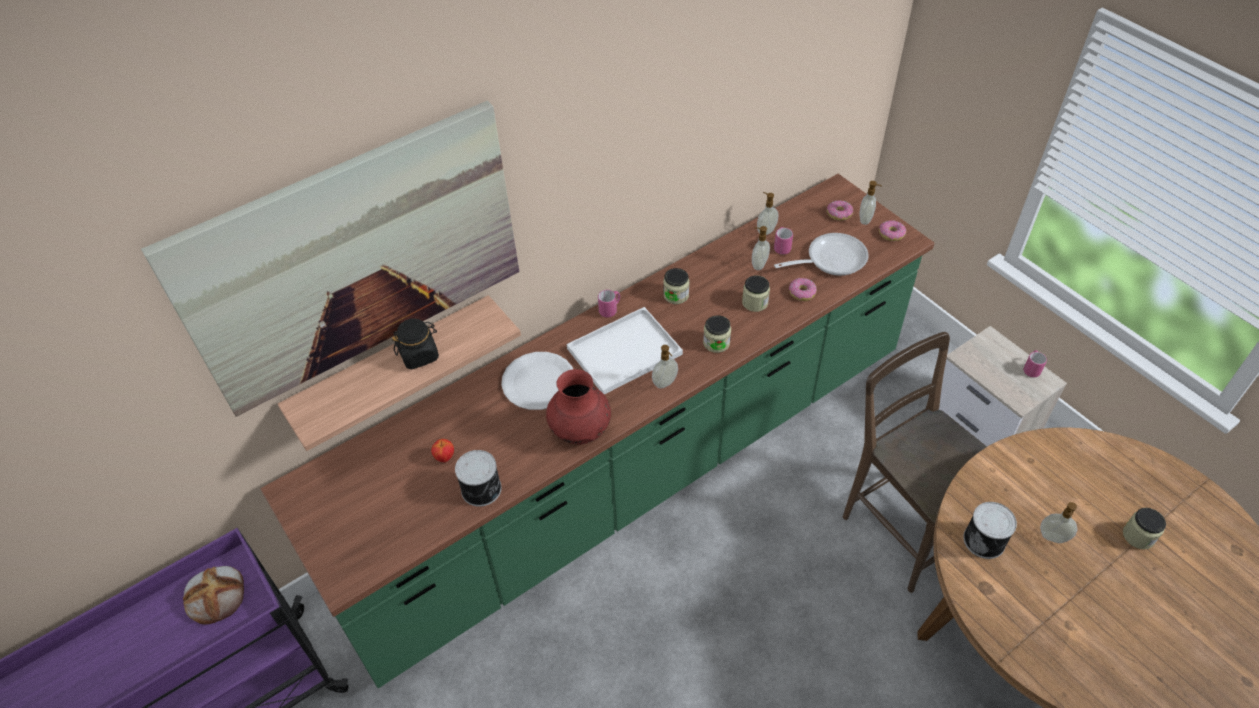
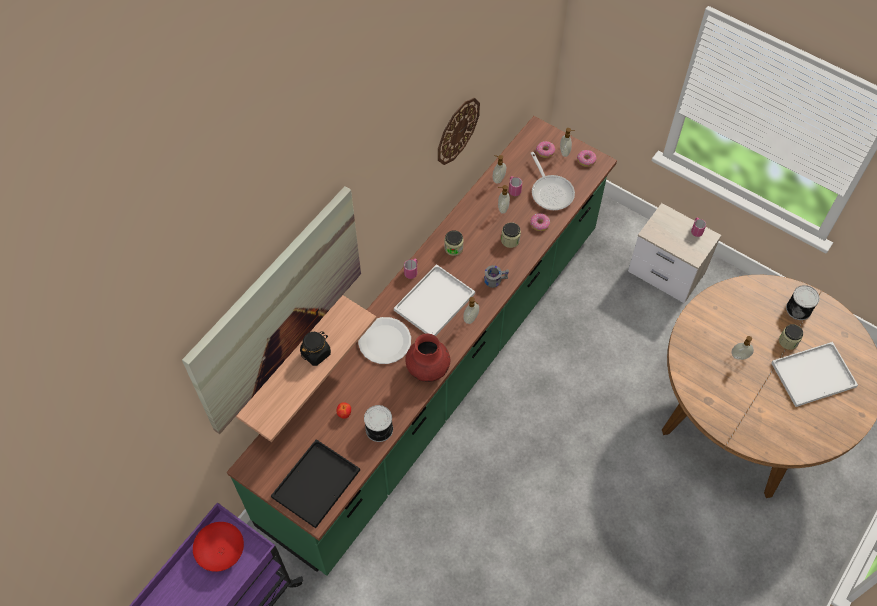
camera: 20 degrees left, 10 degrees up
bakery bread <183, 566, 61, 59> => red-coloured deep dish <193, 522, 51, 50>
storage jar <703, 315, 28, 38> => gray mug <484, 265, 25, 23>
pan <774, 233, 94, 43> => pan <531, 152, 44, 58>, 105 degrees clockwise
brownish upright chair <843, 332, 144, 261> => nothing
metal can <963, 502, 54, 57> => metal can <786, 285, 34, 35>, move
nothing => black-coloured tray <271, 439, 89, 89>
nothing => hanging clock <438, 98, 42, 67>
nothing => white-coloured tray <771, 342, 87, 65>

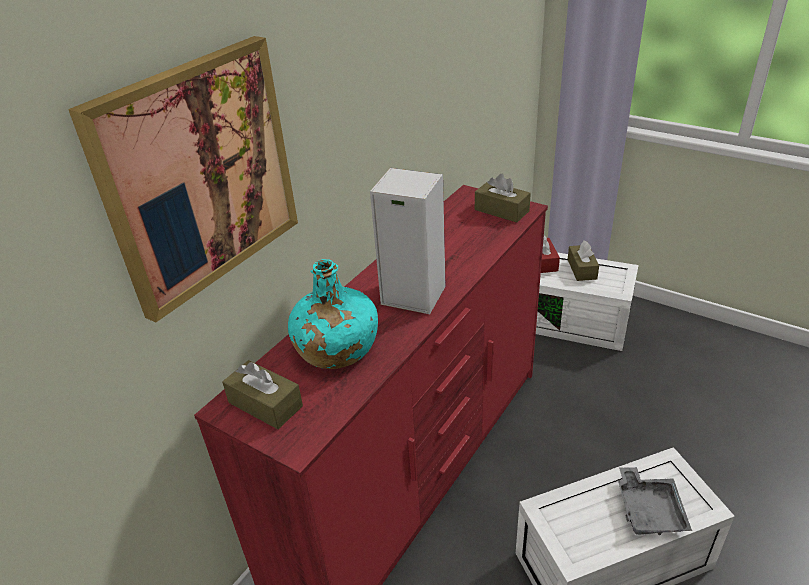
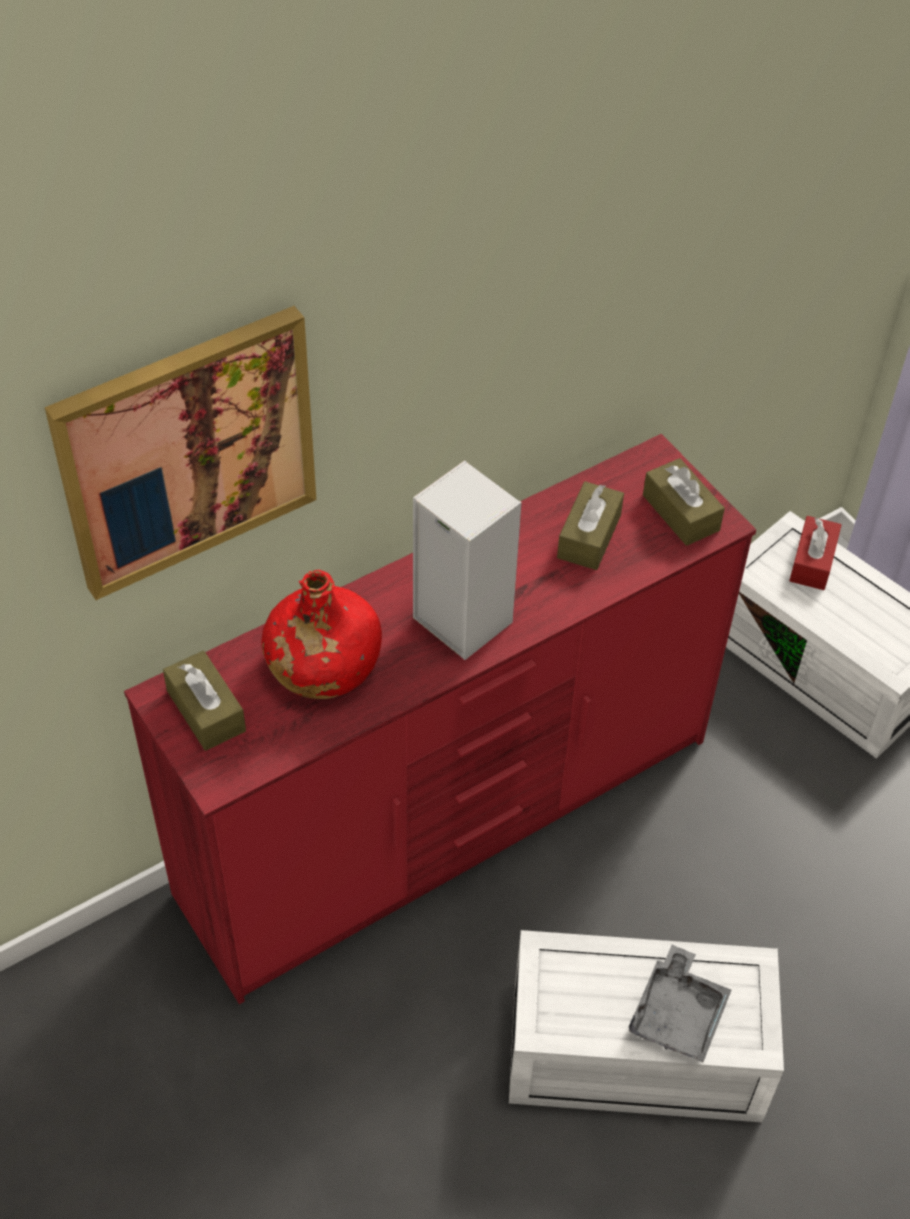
camera: 20 degrees right, 15 degrees up
turquoise bottle <288, 259, 90, 110> => red-coloured bottle <261, 570, 121, 129>
brownish tissue box <568, 240, 31, 41> => brownish tissue box <557, 481, 67, 89>, move

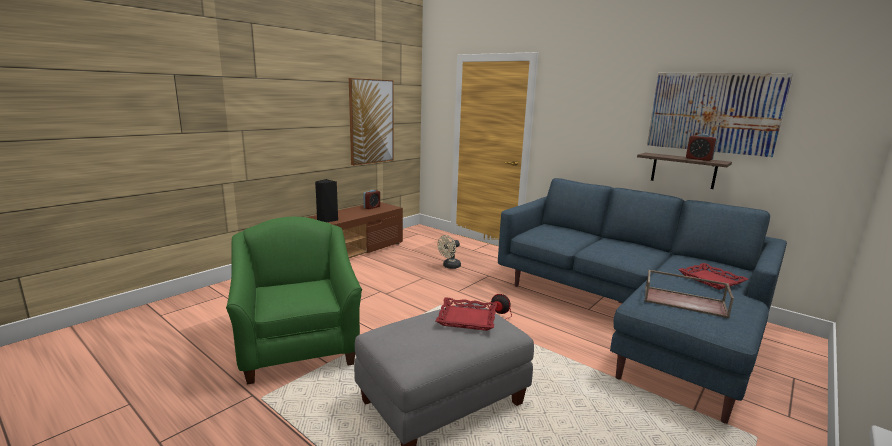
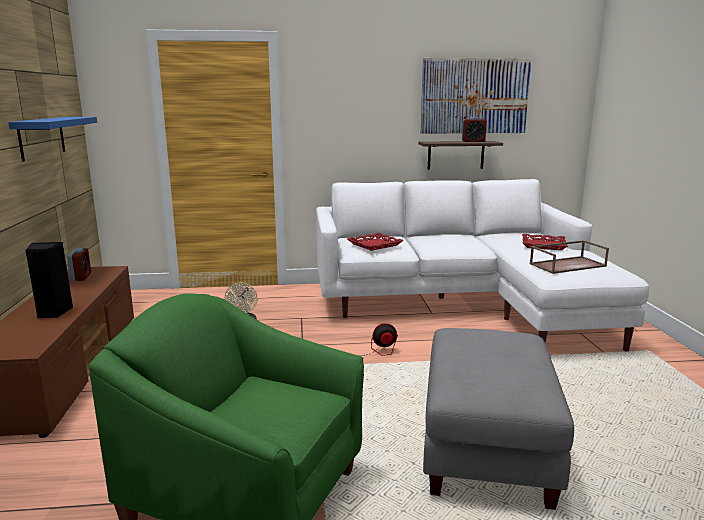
camera: 45 degrees left, 0 degrees up
wall art <349, 78, 44, 88> => blue shelf <8, 117, 89, 45>
red-coloured tray <436, 297, 61, 34> => red-coloured tray <347, 233, 57, 18>, move
blue settee <498, 178, 289, 246> => white-coloured settee <316, 179, 333, 173>

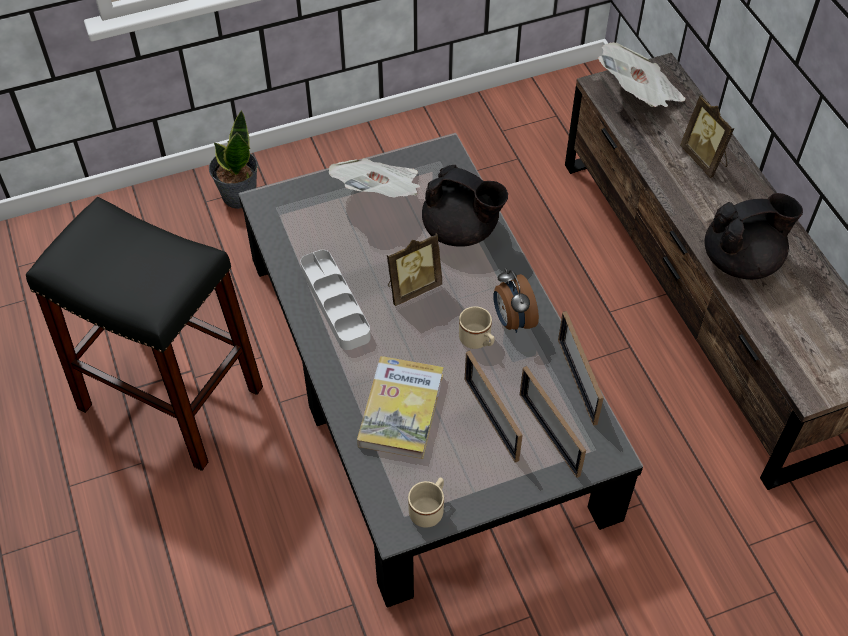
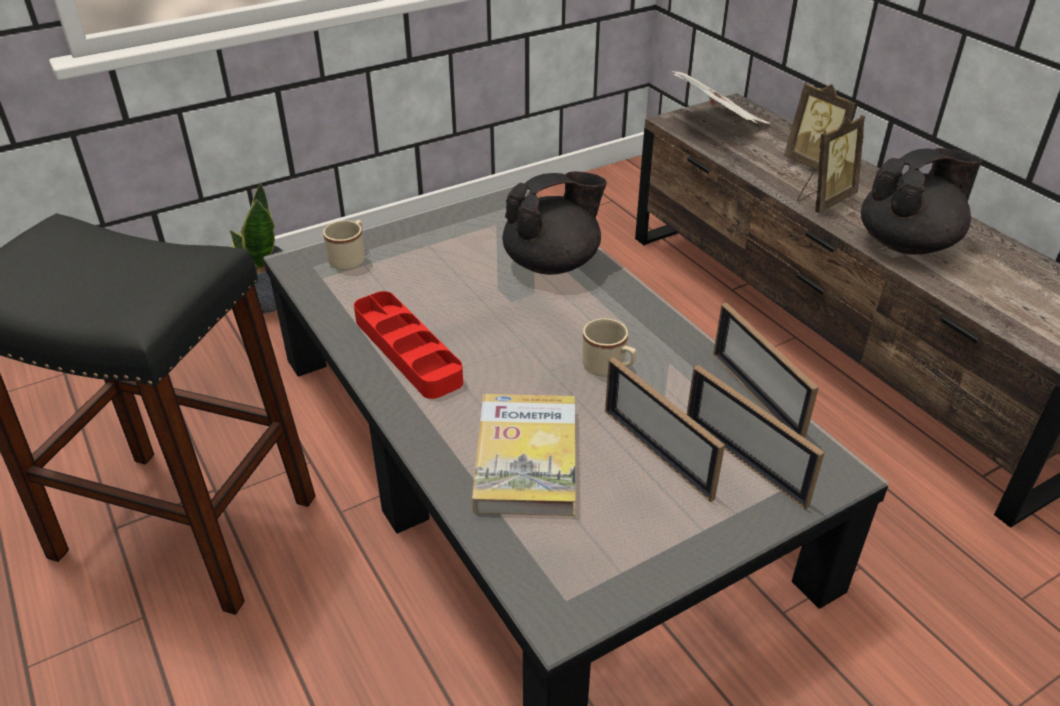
camera: 10 degrees left, 15 degrees down
gray tray <300, 250, 71, 100> => red-coloured tray <354, 291, 109, 108>
newspaper <329, 158, 91, 39> => nothing
picture frame <387, 233, 55, 73> => picture frame <797, 115, 68, 98>, move
beige mug <408, 478, 36, 50> => beige mug <323, 220, 42, 50>, move
black-coloured tea pot <422, 165, 86, 82> => black-coloured tea pot <502, 171, 105, 104>, 45 degrees counterclockwise
alarm clock <493, 268, 46, 65> => nothing

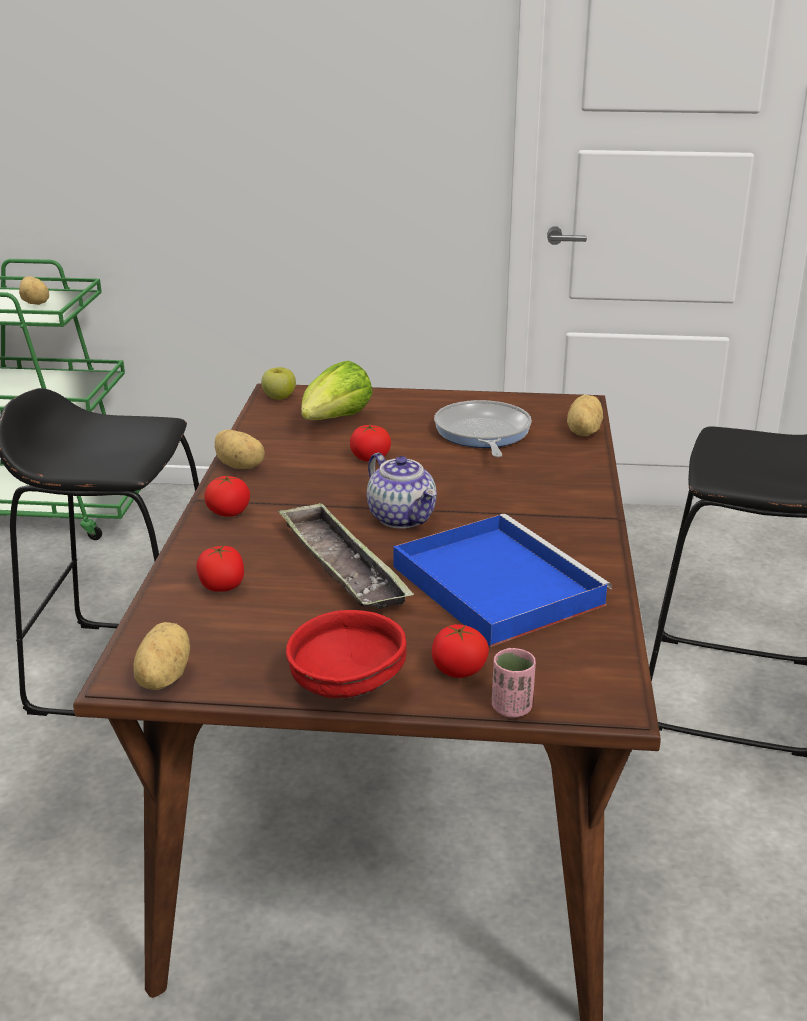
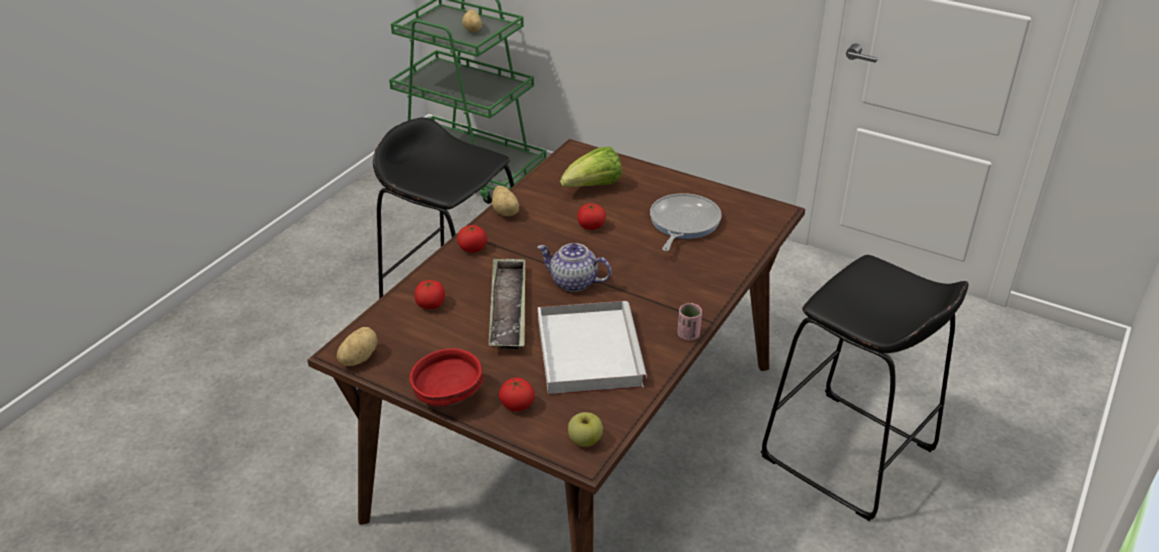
camera: 25 degrees right, 10 degrees up
whole apple <261, 367, 35, 33> => whole apple <568, 412, 35, 35>, move
tea pot <367, 453, 70, 76> => tea pot <537, 243, 74, 49>, 120 degrees clockwise
blue tray <393, 514, 219, 133> => white-coloured tray <538, 301, 109, 94>
pinkish cup <492, 648, 44, 70> => pinkish cup <677, 303, 25, 38>, move
spud <567, 395, 36, 41> => nothing

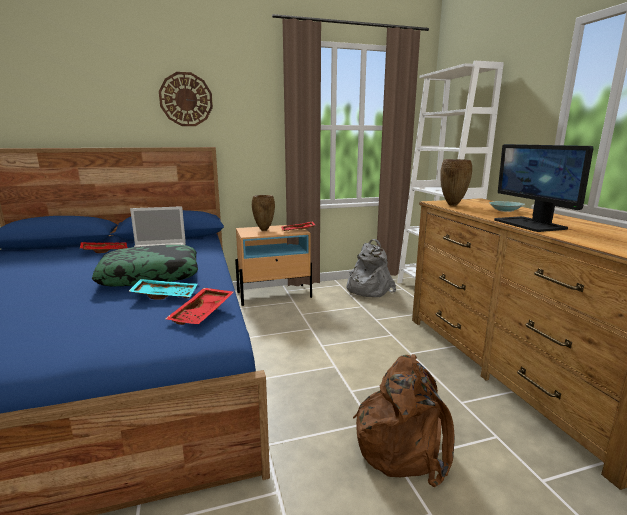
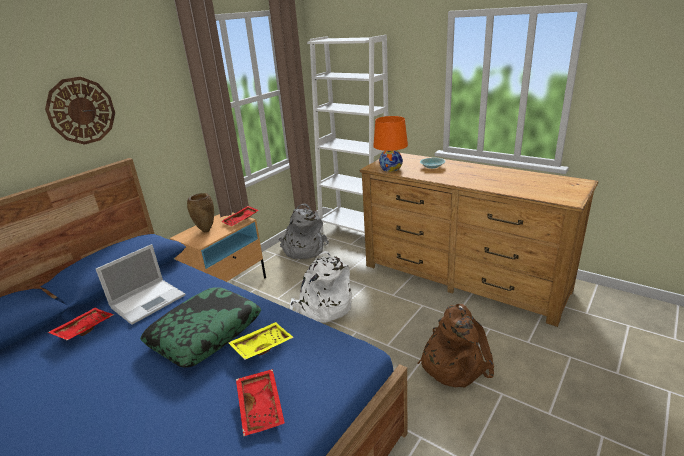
camera: 35 degrees left, 10 degrees up
turquoise tray <128, 279, 69, 21> => yellow-coloured tray <228, 322, 66, 38>
red-coloured tray <166, 288, 68, 37> => red-coloured tray <236, 369, 49, 67>, move
brownish decorative vase <440, 159, 32, 47> => orange table lamp <373, 116, 35, 56>
monitor <494, 144, 100, 88> => nothing
nothing => white-coloured backpack <290, 251, 62, 72>

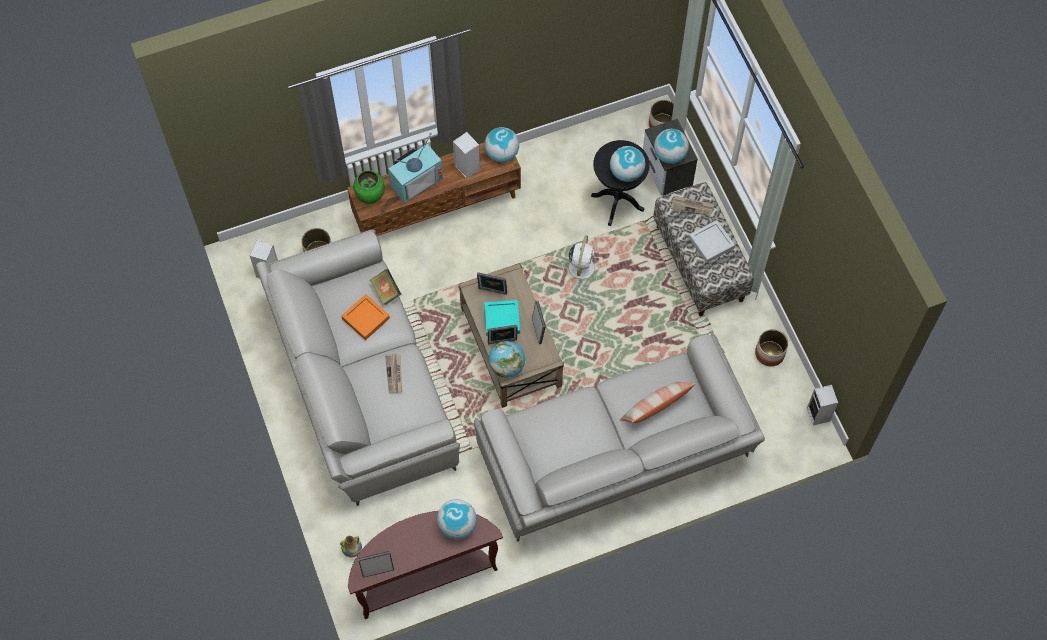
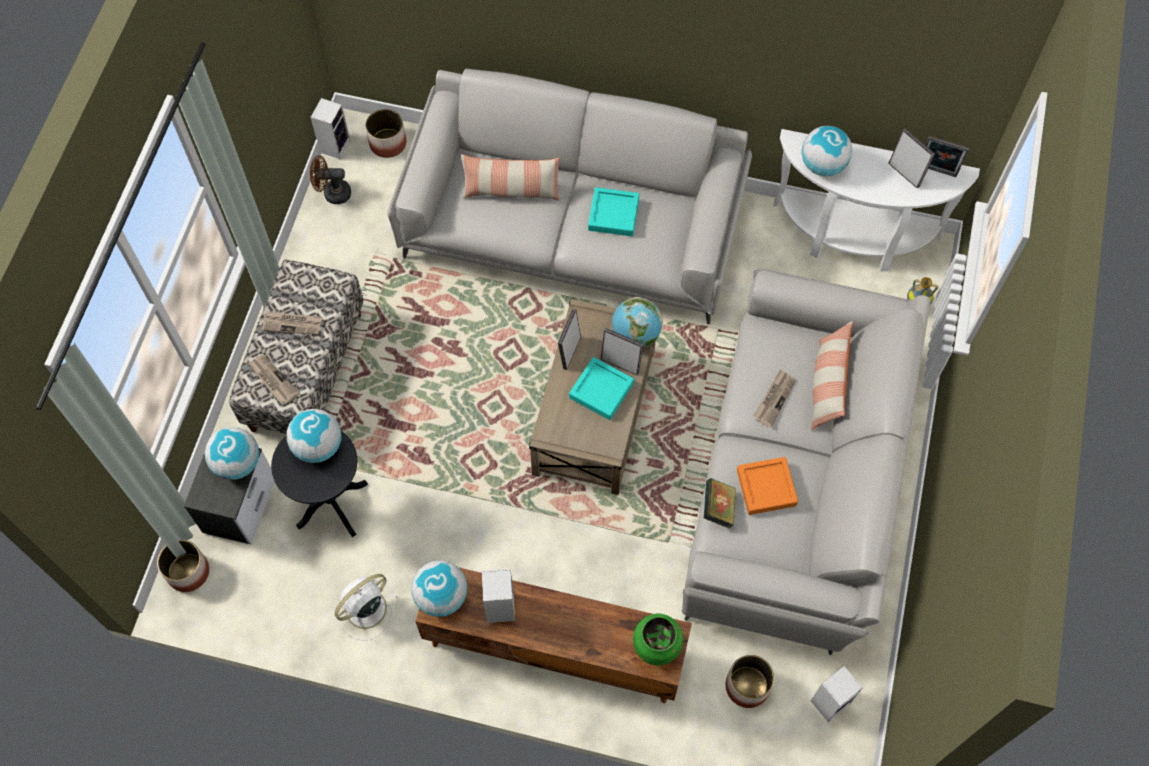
camera: 145 degrees left, 0 degrees up
brownish narrow table <348, 511, 155, 108> => white-coloured narrow table <773, 129, 207, 143>
TV <388, 133, 55, 70> => nothing
picture frame <477, 272, 30, 23> => picture frame <888, 128, 47, 60>, move
white-coloured cooling fan <562, 235, 36, 50> => white-coloured cooling fan <335, 574, 63, 67>, move
gray tray <689, 220, 46, 43> => newspaper <262, 312, 61, 23>
flower pot <755, 329, 33, 38> => flower pot <365, 109, 41, 49>, move
nothing => brownish cooling fan <310, 155, 41, 49>
nothing => turquoise tray <588, 187, 51, 49>
nothing => throw pillow <811, 321, 42, 109>

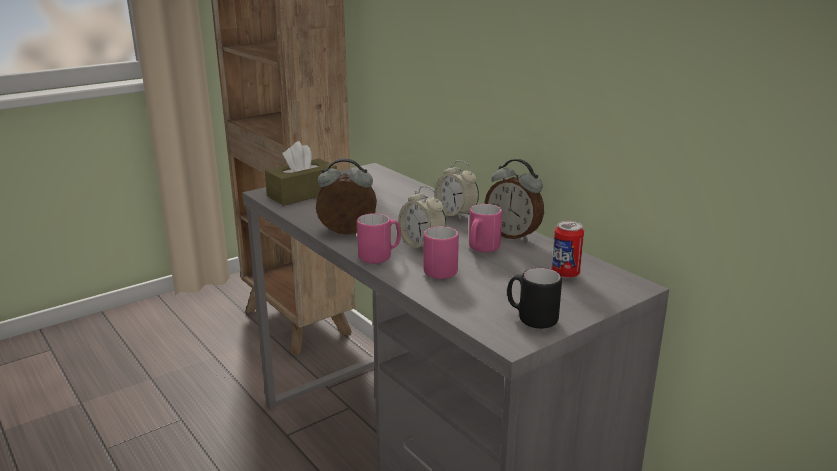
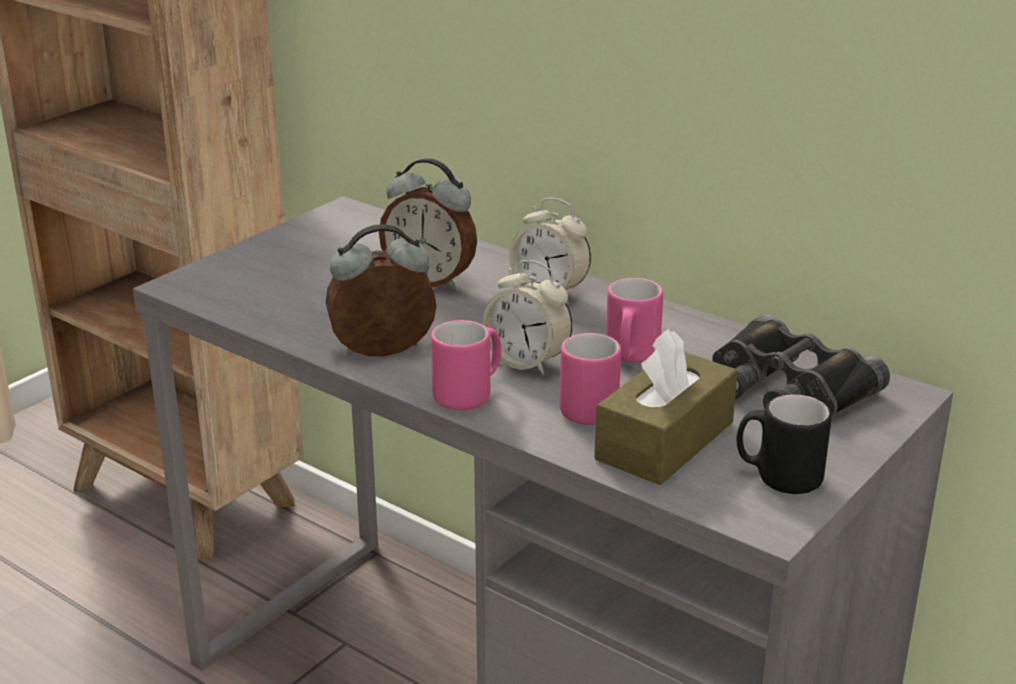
camera: 15 degrees left, 5 degrees up
brownish tissue box <265, 141, 72, 65> => brownish tissue box <594, 328, 144, 157>, move
alarm clock <484, 159, 60, 83> => alarm clock <379, 158, 98, 132>, move
metal can <552, 221, 32, 58> => black-coloured pair of binoculars <712, 314, 178, 102>

